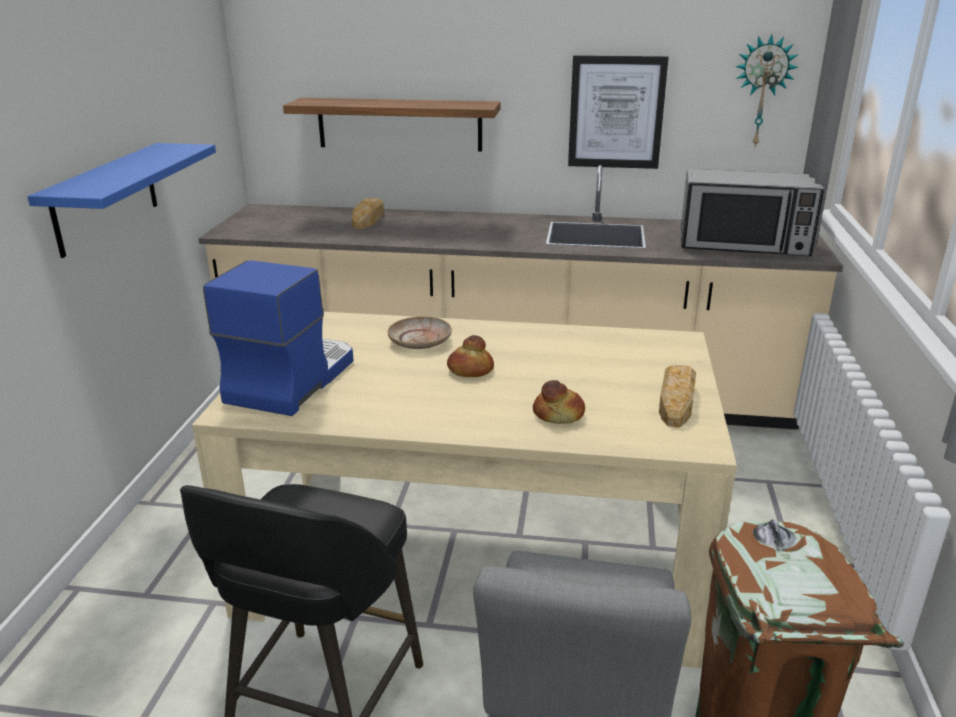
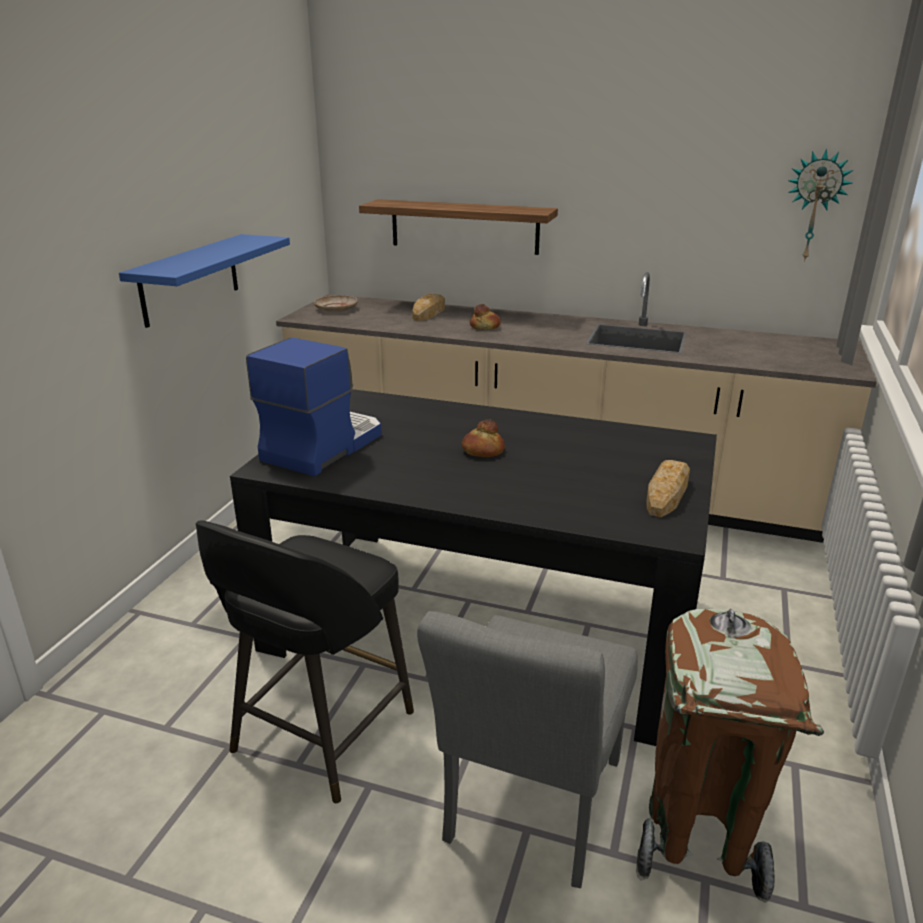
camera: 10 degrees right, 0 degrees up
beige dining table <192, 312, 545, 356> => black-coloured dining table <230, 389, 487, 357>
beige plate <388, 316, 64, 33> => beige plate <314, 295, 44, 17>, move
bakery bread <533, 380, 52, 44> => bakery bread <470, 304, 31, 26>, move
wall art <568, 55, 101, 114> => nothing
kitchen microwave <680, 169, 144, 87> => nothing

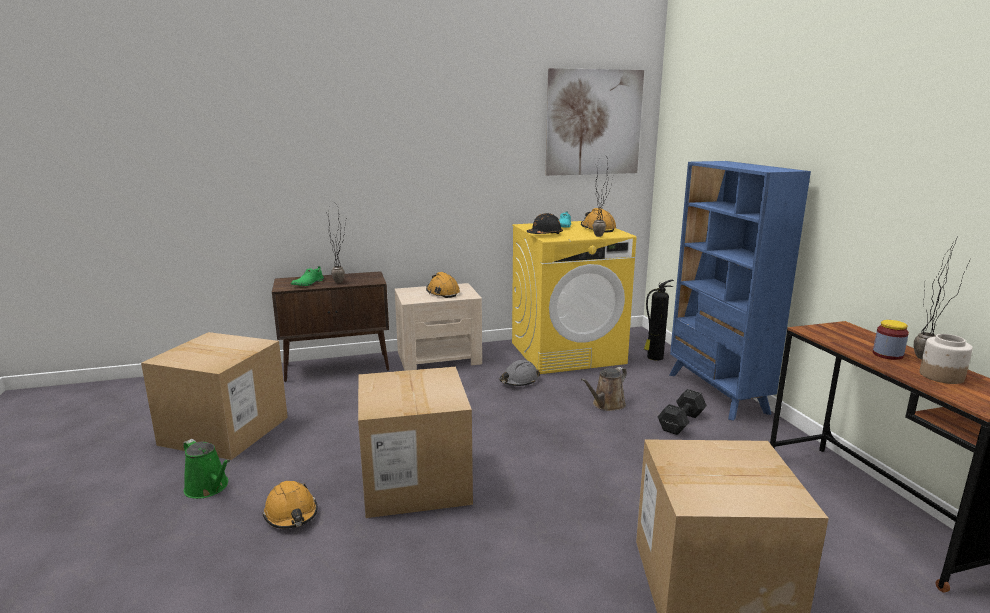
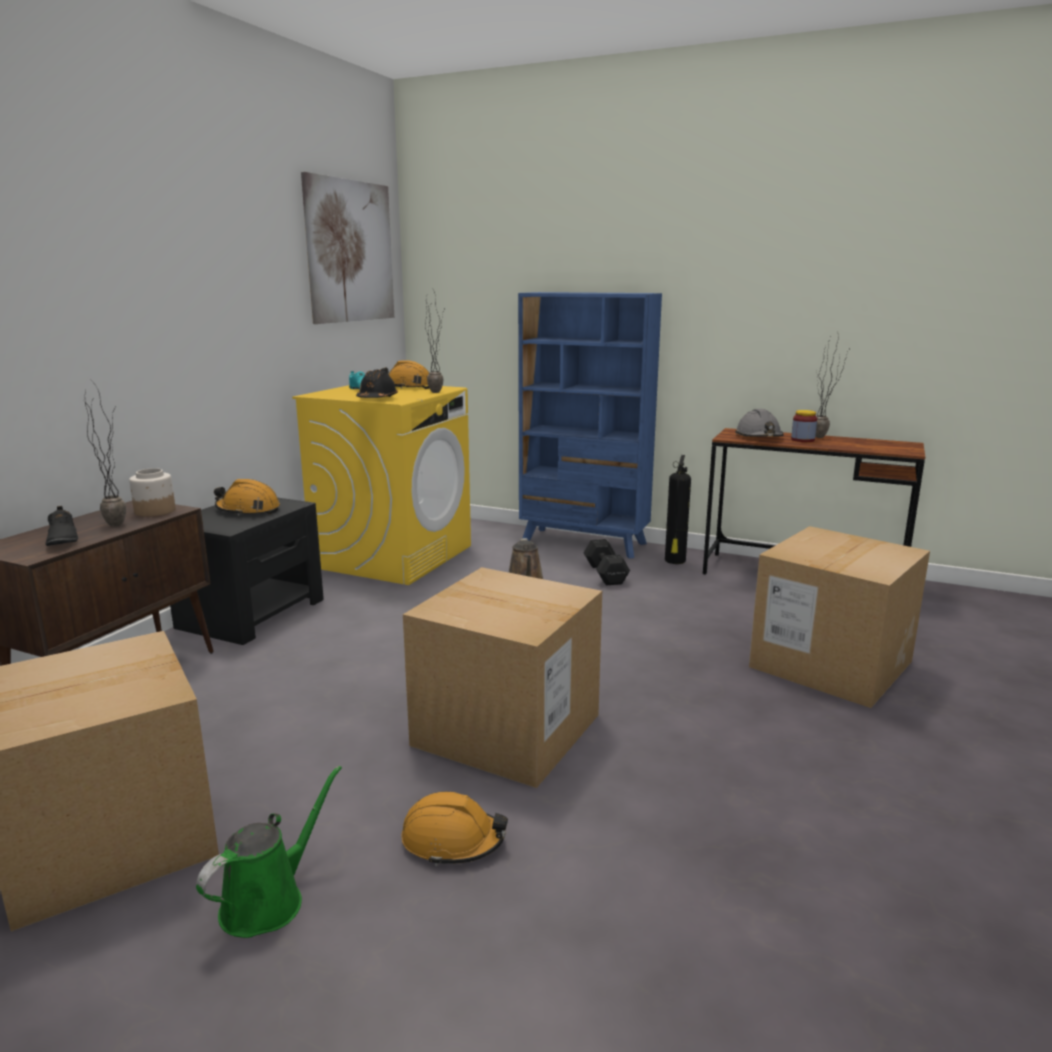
camera: 50 degrees left, 0 degrees up
green watering pot <183, 439, 47, 60> => green watering pot <196, 765, 146, 173>, 45 degrees counterclockwise
green item of footwear <291, 266, 33, 20> => black-coloured item of footwear <45, 506, 33, 40>
beige nightstand <395, 283, 87, 88> => black-coloured nightstand <170, 497, 154, 148>
gray work helmet <499, 360, 41, 26> => gray work helmet <735, 409, 48, 28>, move
fire extinguisher <644, 280, 30, 81> => fire extinguisher <665, 455, 26, 109>, move
storage jar <919, 334, 54, 50> => storage jar <129, 468, 46, 49>, move

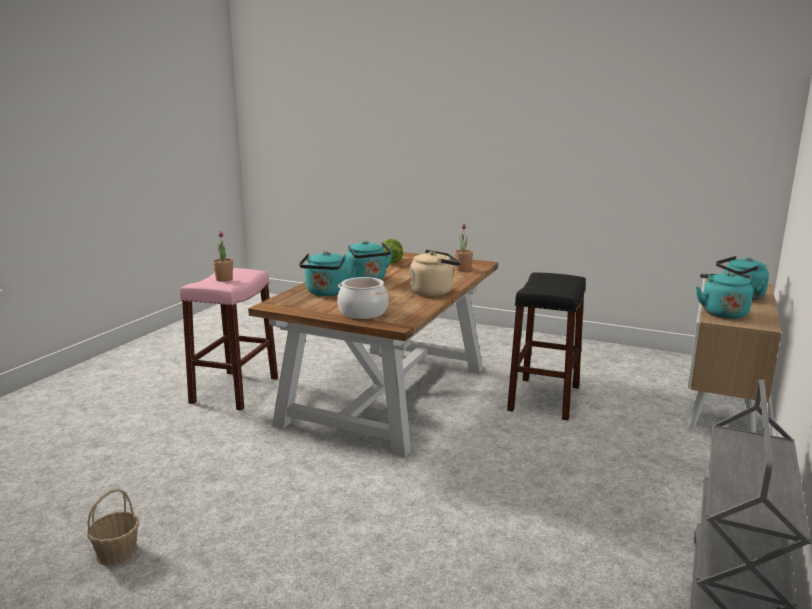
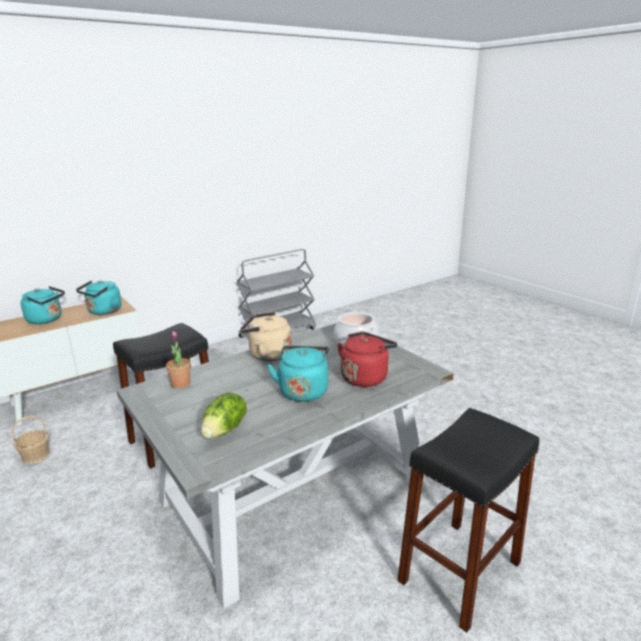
camera: 150 degrees left, 5 degrees up
basket <87, 488, 52, 78> => basket <12, 416, 38, 48>, move
pinkish stool seat <180, 268, 98, 143> => black-coloured stool seat <398, 408, 141, 225>
plant in a pot <213, 231, 20, 51> => nothing
brownish dining table <248, 252, 250, 206> => gray dining table <117, 323, 336, 286>
turquoise tea kettle <299, 251, 58, 45> => red-coloured tea kettle <337, 332, 60, 55>

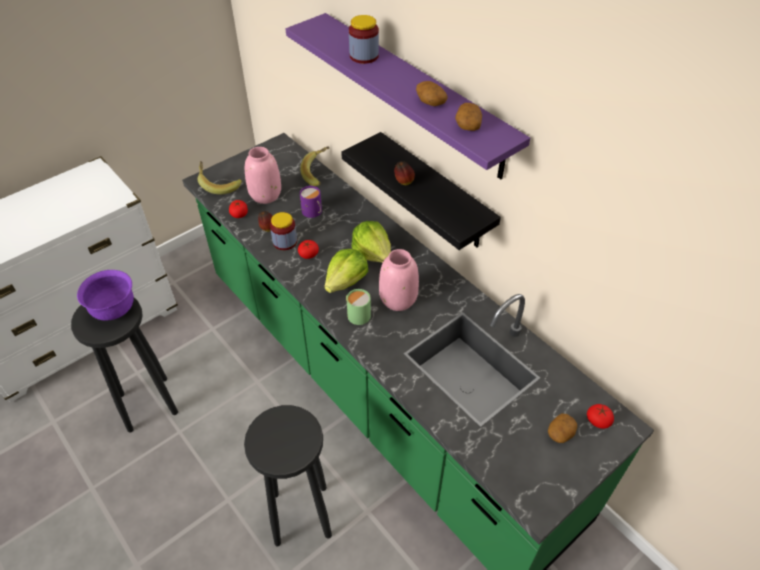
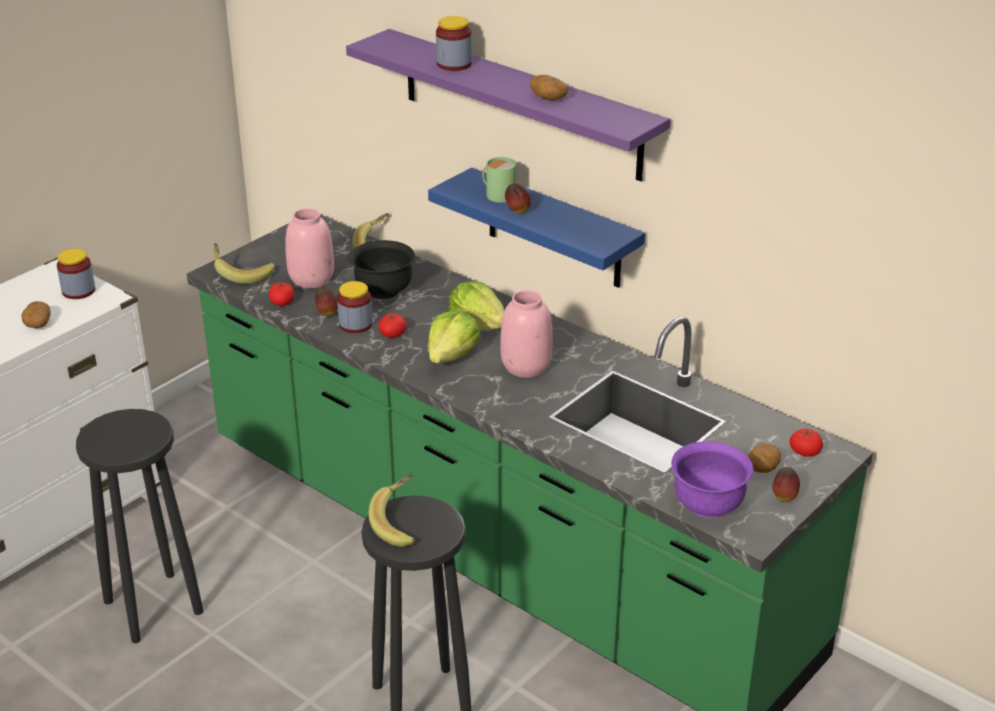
camera: 10 degrees left, 15 degrees down
purple-coloured deep dish <77, 270, 57, 51> => purple-coloured deep dish <671, 441, 83, 77>, move
purple-coloured mug <299, 186, 23, 32> => black-coloured deep dish <349, 240, 66, 59>
black-coloured shelf <341, 132, 160, 118> => blue shelf <428, 167, 217, 121>
green mug <346, 289, 25, 36> => green mug <482, 157, 35, 46>, move
spud <455, 103, 27, 28> => spud <21, 301, 29, 27>, move
nothing => storage jar <57, 249, 38, 50>
nothing => banana fruit <369, 474, 46, 73>
nothing => whole apple <772, 467, 28, 36>

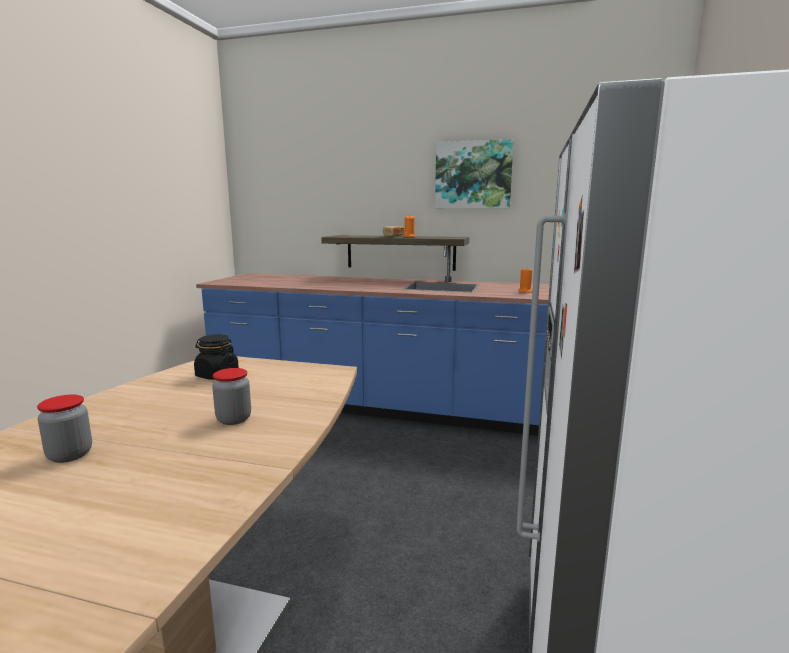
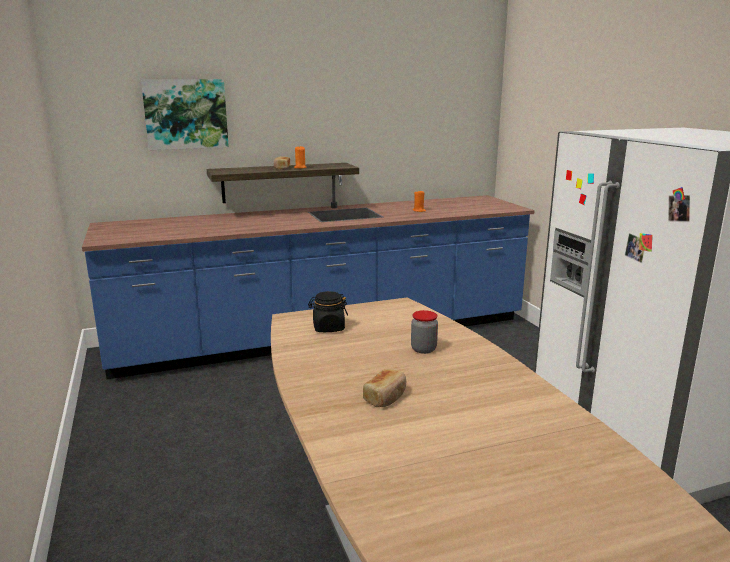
camera: 35 degrees left, 5 degrees up
storage jar <37, 394, 55, 69> => bakery bread <363, 369, 43, 38>
wall art <435, 139, 79, 69> => wall art <141, 79, 88, 71>, move

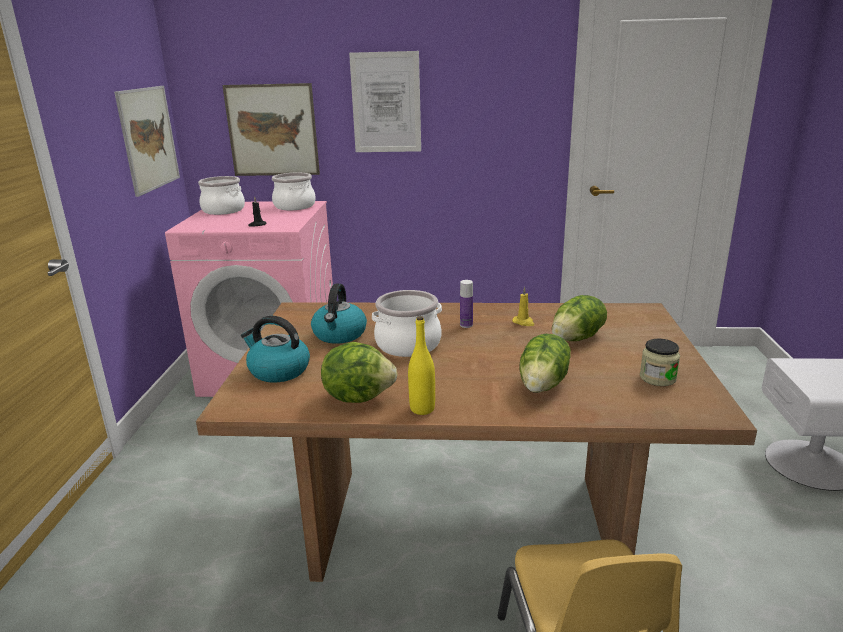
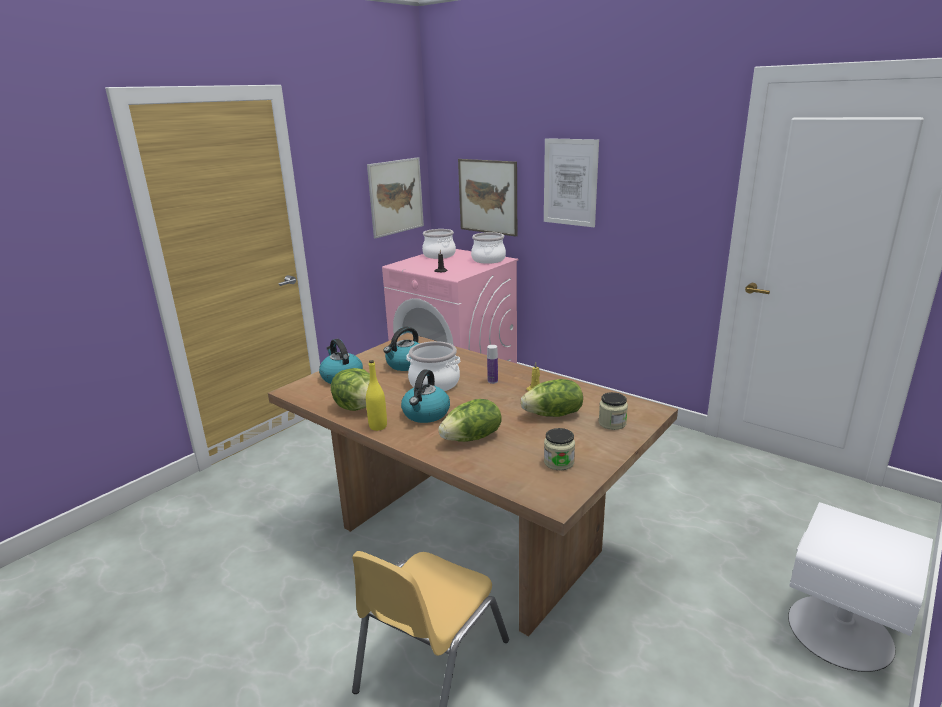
camera: 35 degrees right, 0 degrees up
nothing => tea kettle <401, 369, 49, 54>
nothing => storage jar <599, 392, 29, 38>

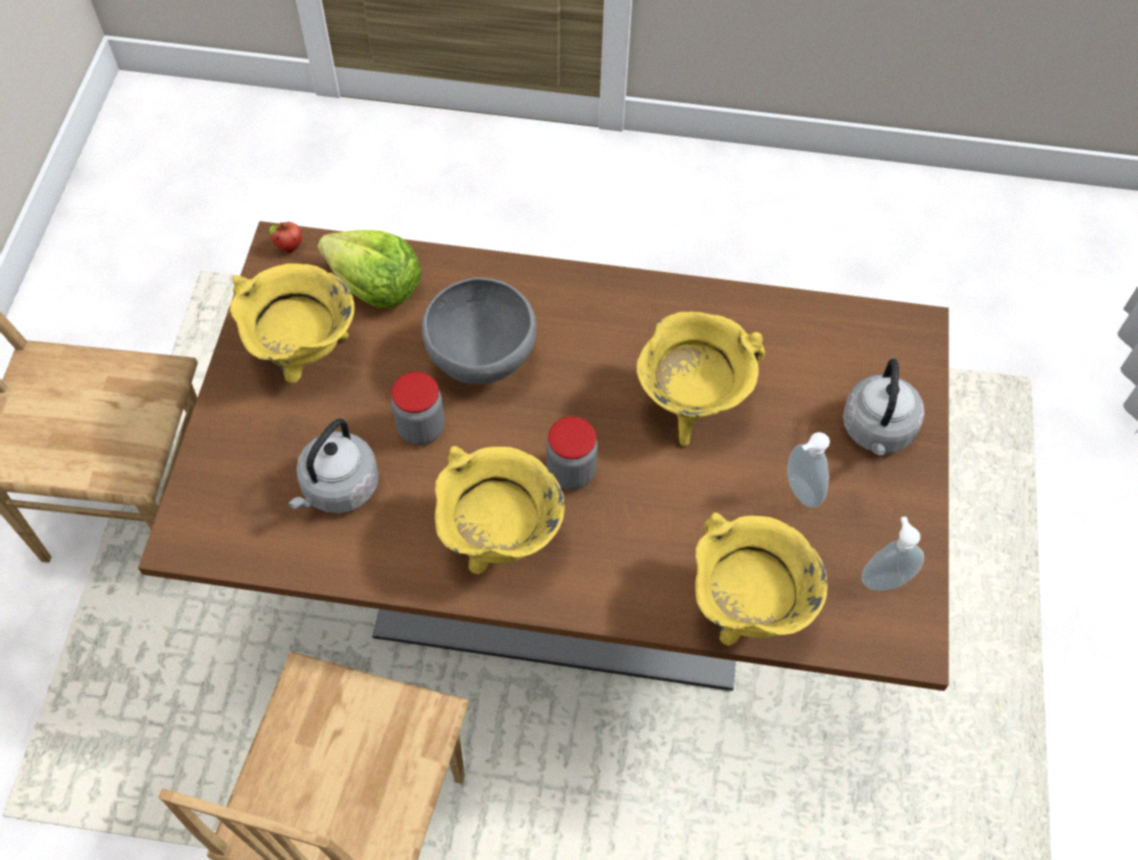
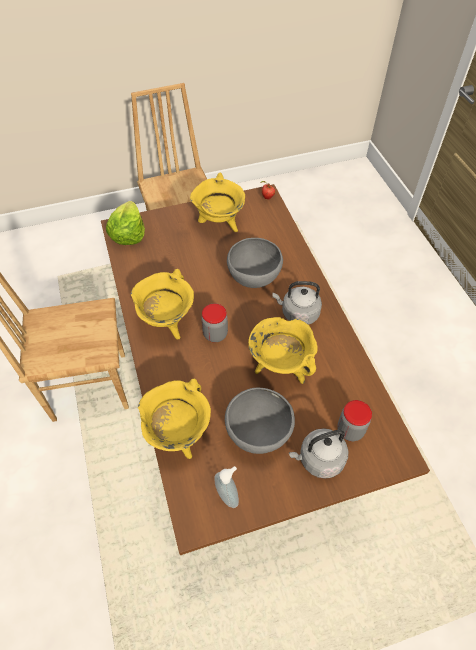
camera: 65 degrees right, 5 degrees down
gray tea kettle <288, 419, 91, 94> => gray tea kettle <272, 281, 50, 44>, move
lettuce <318, 230, 104, 79> => lettuce <106, 201, 39, 44>, move
storage jar <391, 372, 54, 73> => storage jar <337, 400, 35, 41>, move
liquid soap bottle <787, 432, 43, 75> => gray deep dish <225, 387, 70, 67>

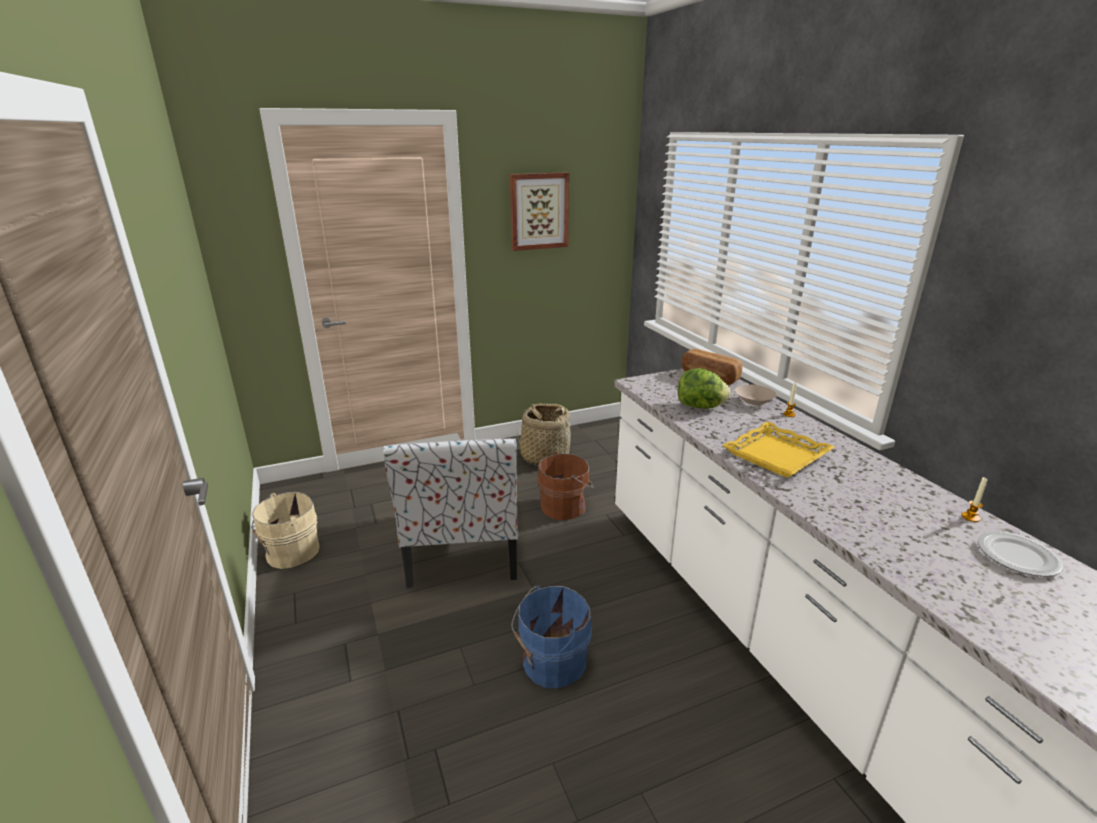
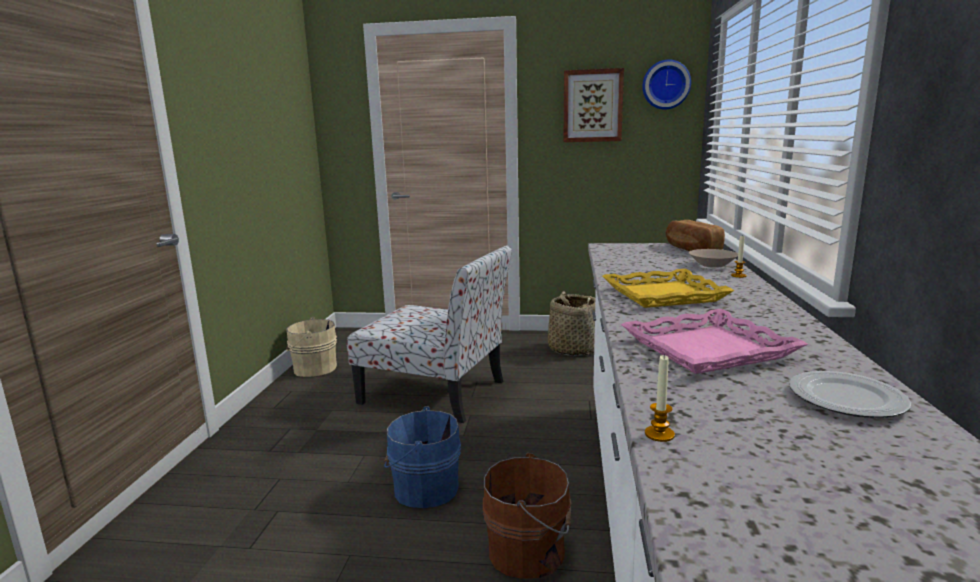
camera: 30 degrees right, 10 degrees down
upright chair <383, 439, 135, 149> => upright chair <347, 246, 165, 177>, 90 degrees counterclockwise
brownish pail <538, 452, 56, 68> => brownish pail <483, 453, 89, 126>, move
lettuce <678, 368, 52, 41> => nothing
candle <962, 477, 25, 45> => candle <645, 354, 30, 88>, move
nothing => pinkish tray <621, 309, 187, 65>
nothing => hanging clock <642, 60, 49, 50>

